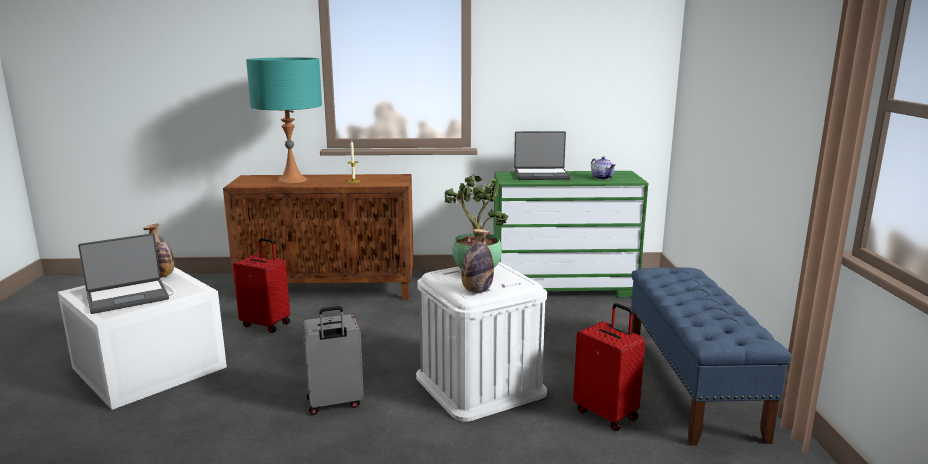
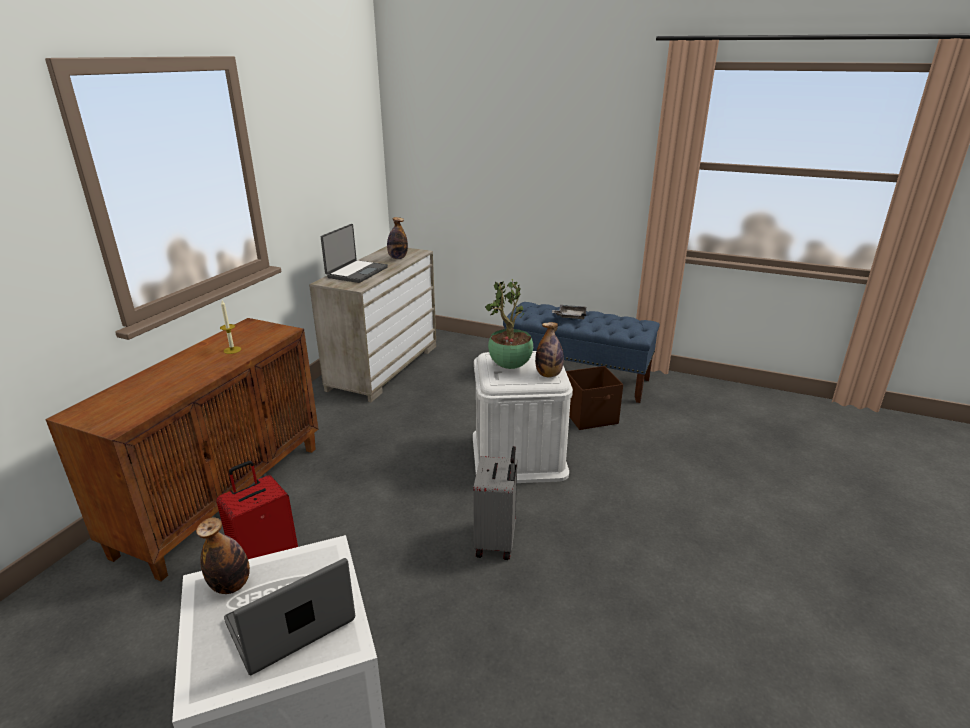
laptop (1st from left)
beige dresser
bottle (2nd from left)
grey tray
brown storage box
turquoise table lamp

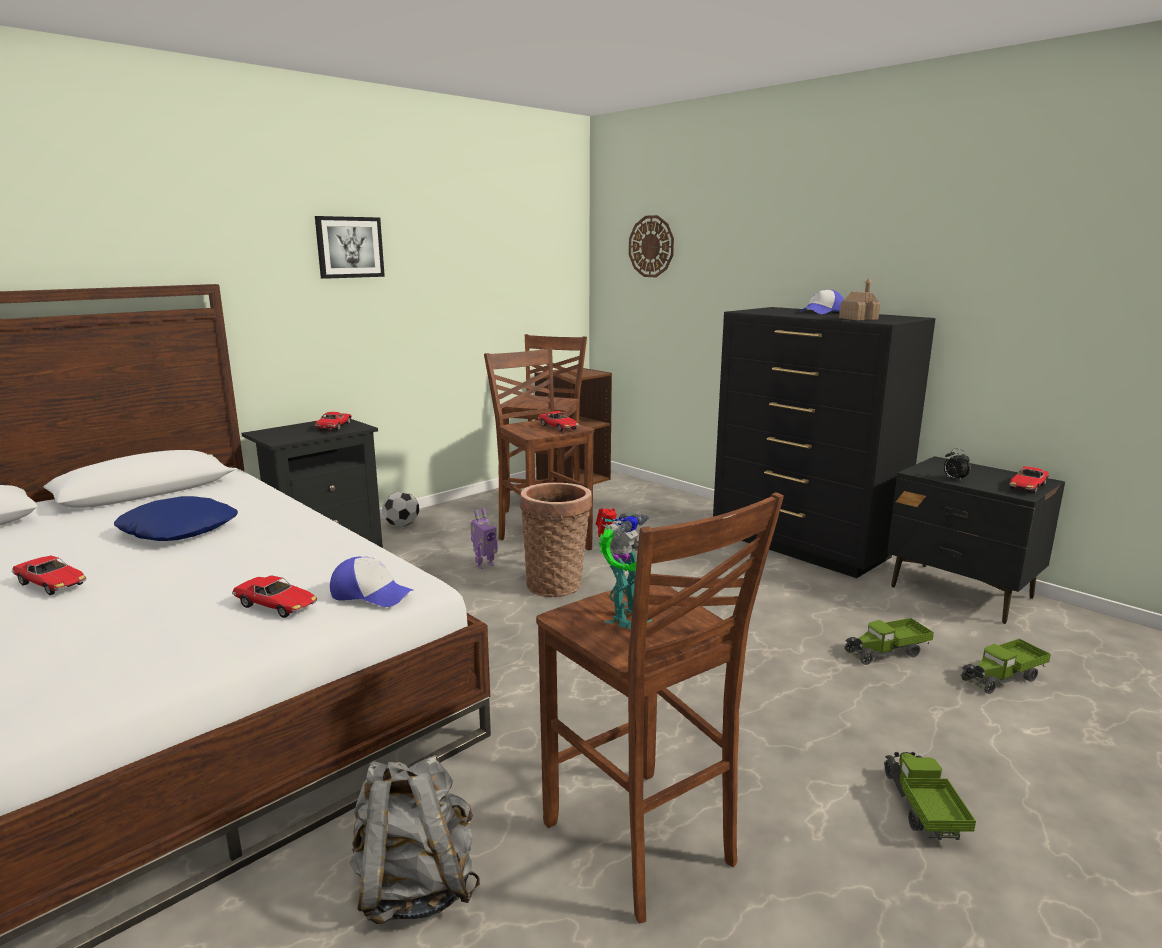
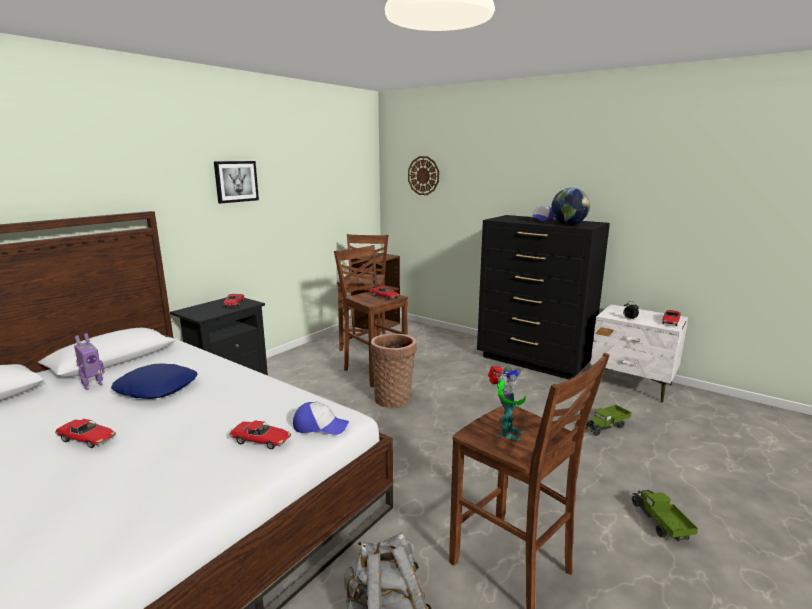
toy robot (1st from left)
globe
white nightstand
football
toy truck (3rd from left in the first image)

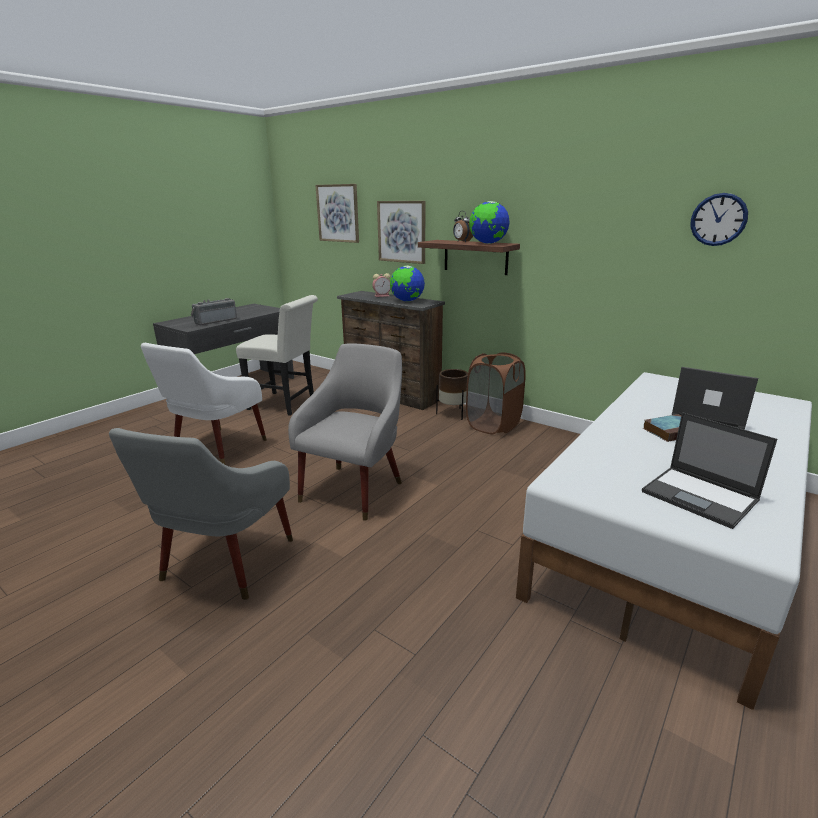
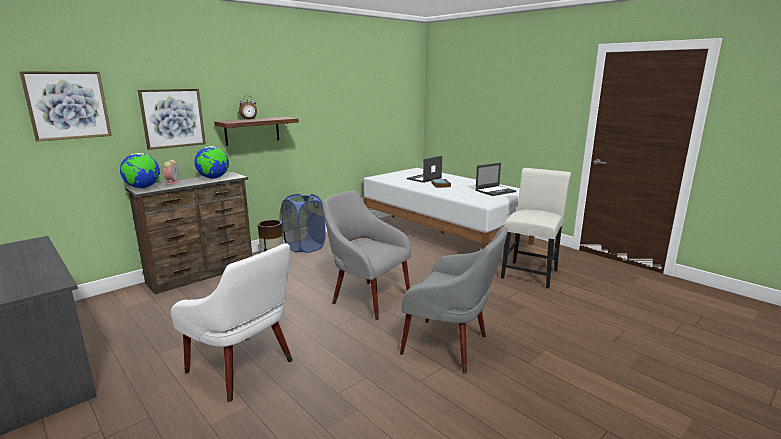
globe (1st from left)
blue laundry basket
white chair
radio
wall clock

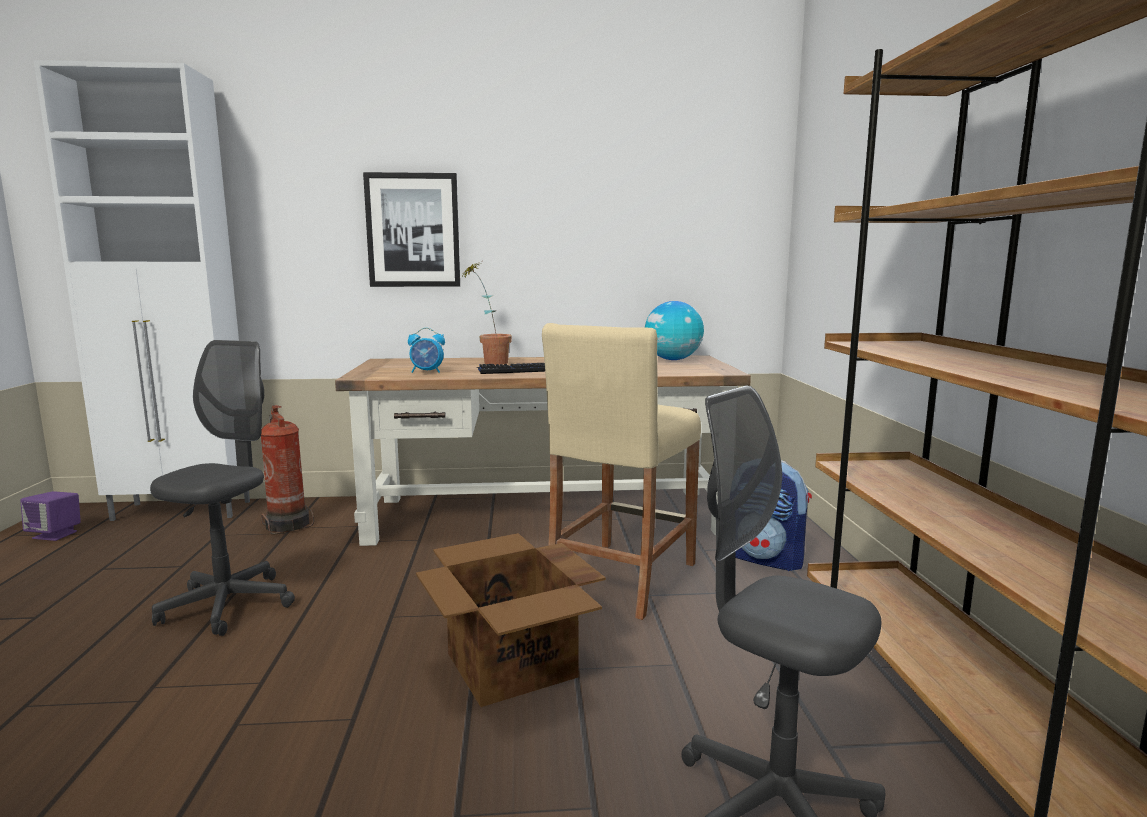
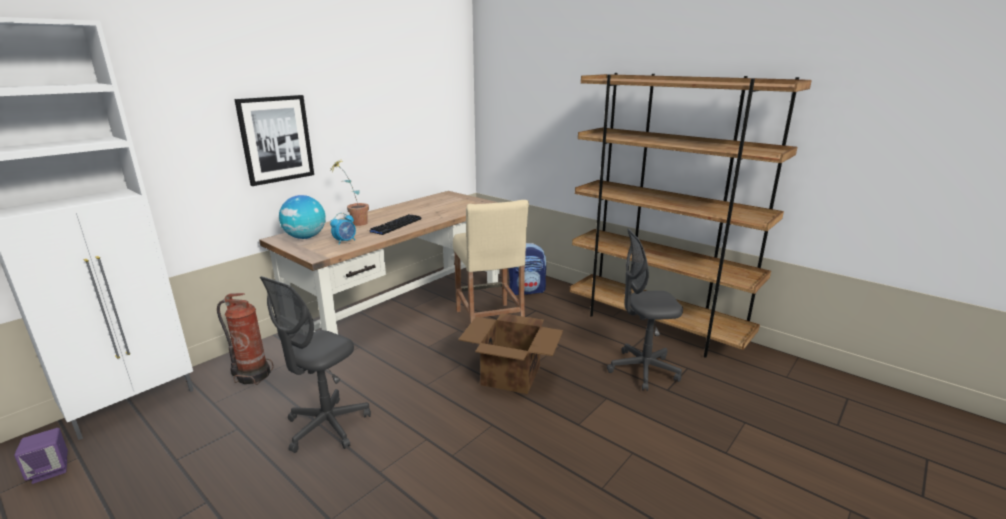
grey office chair (1st from left)
globe

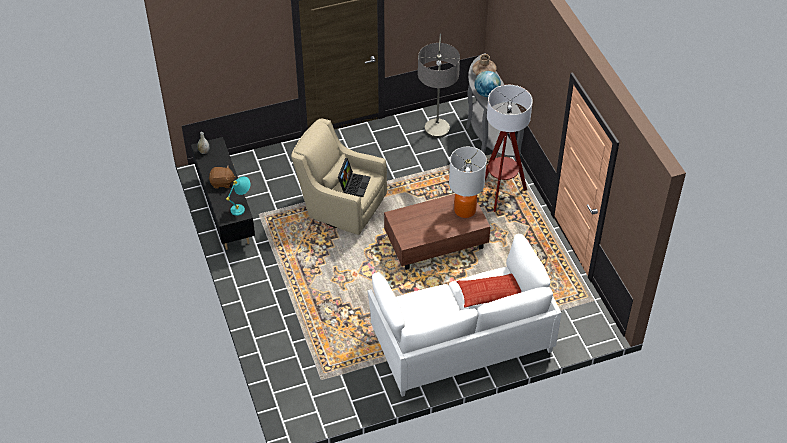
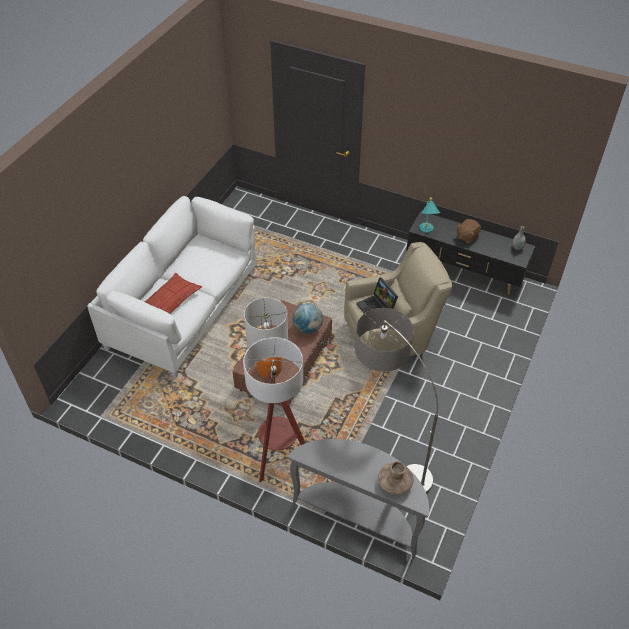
globe

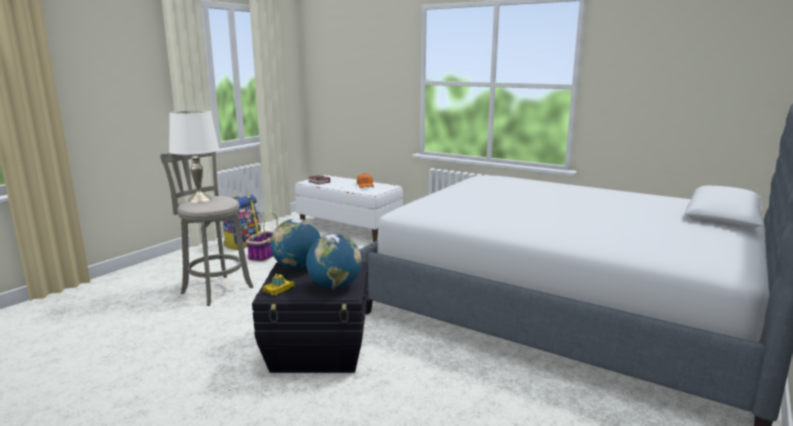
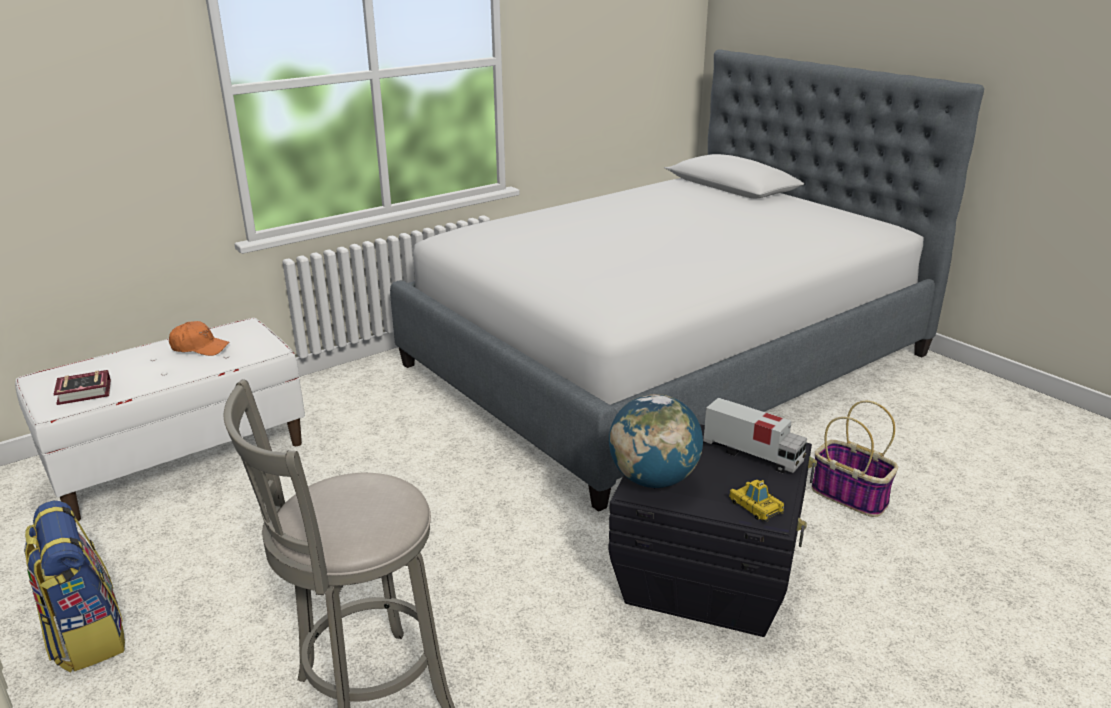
toy truck
basket
white table lamp

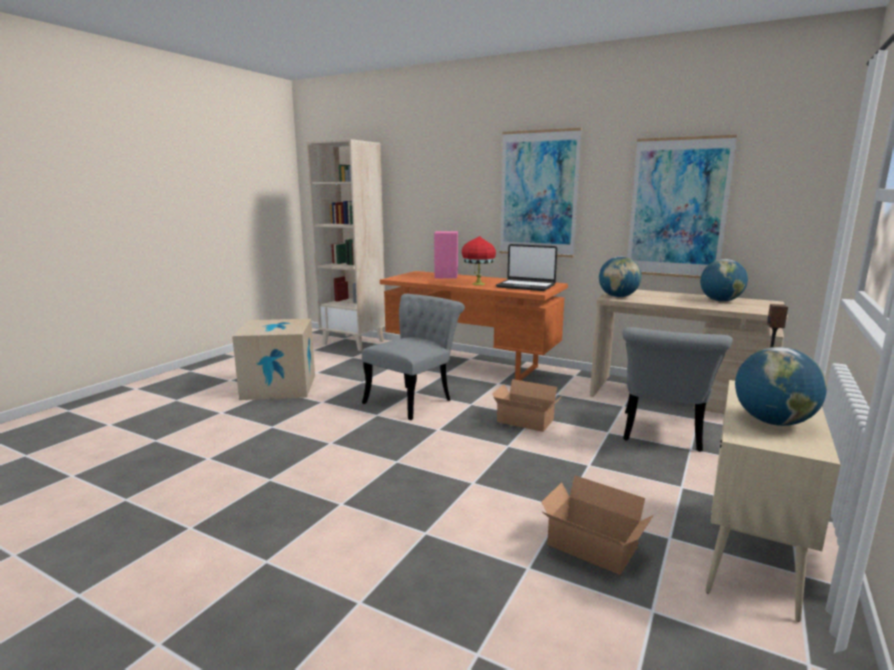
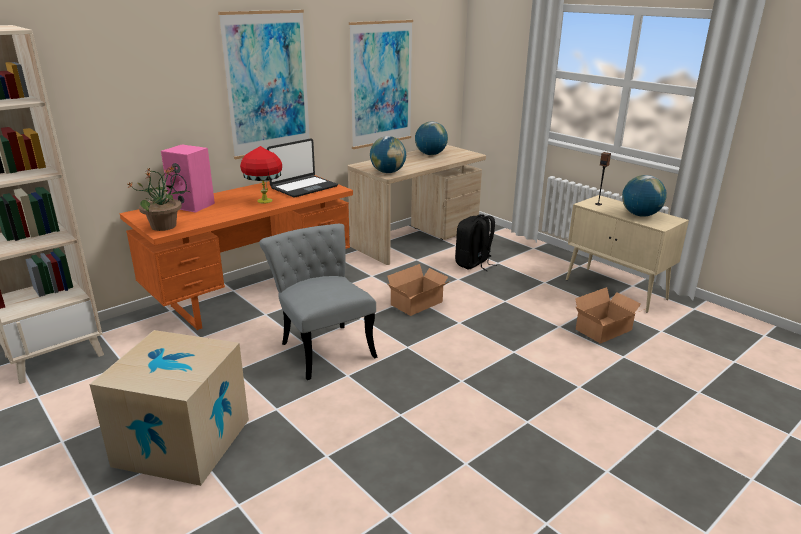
potted plant
black backpack

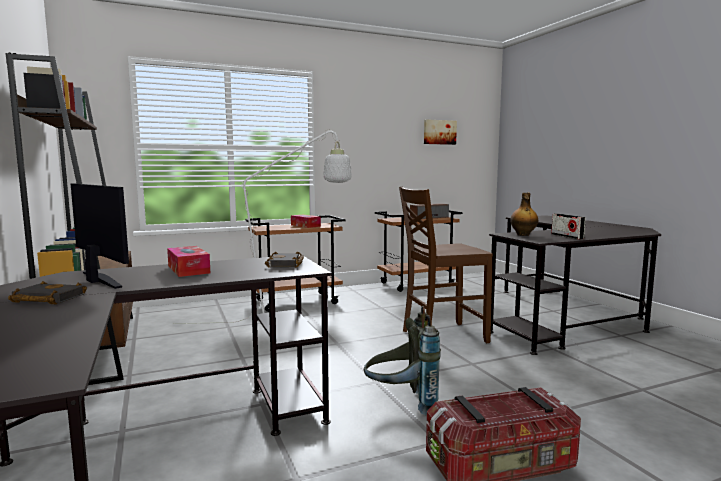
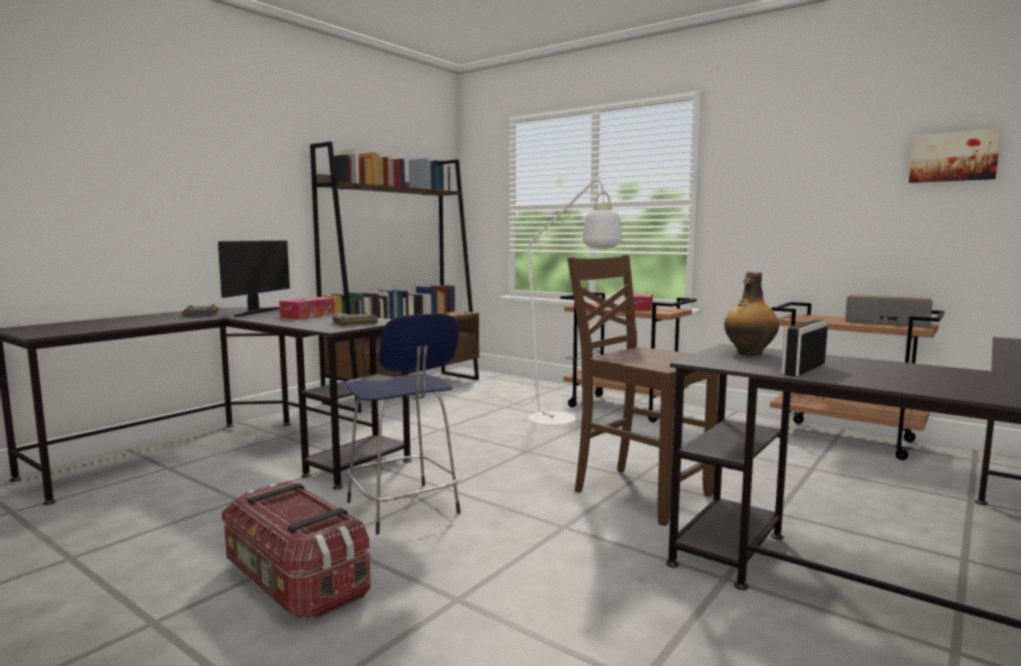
blue stool

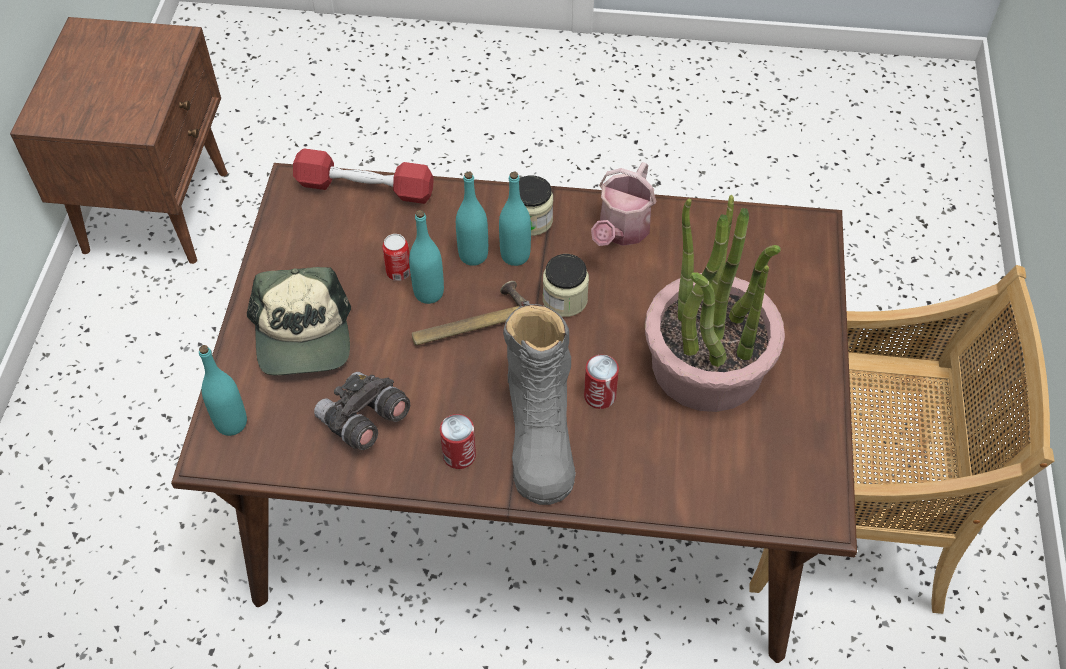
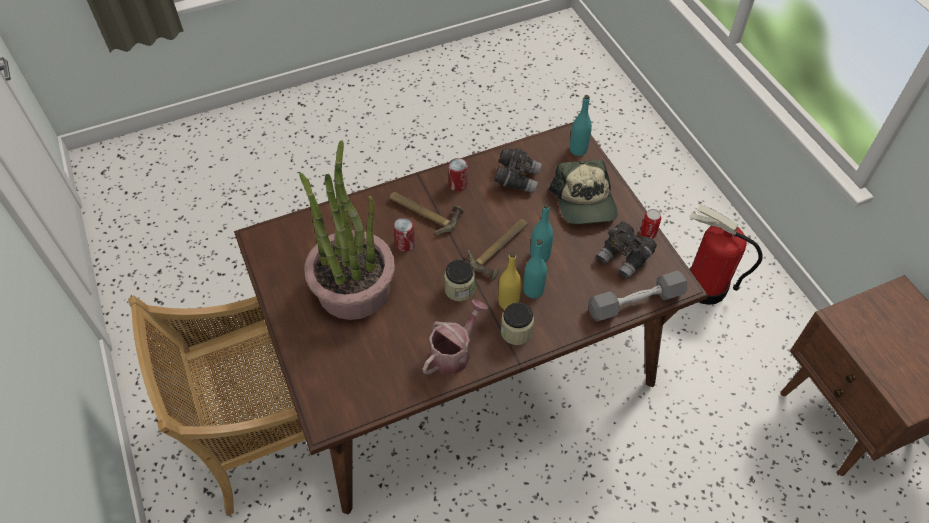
hammer (1st from left)
watering can
yellow bottle
cap
grey dumbbell
grey binoculars (2nd from left)
can (3rd from left)
fire extinguisher

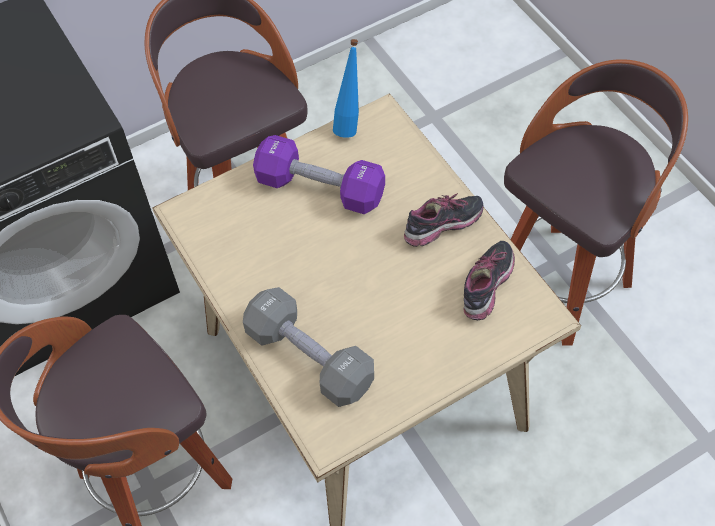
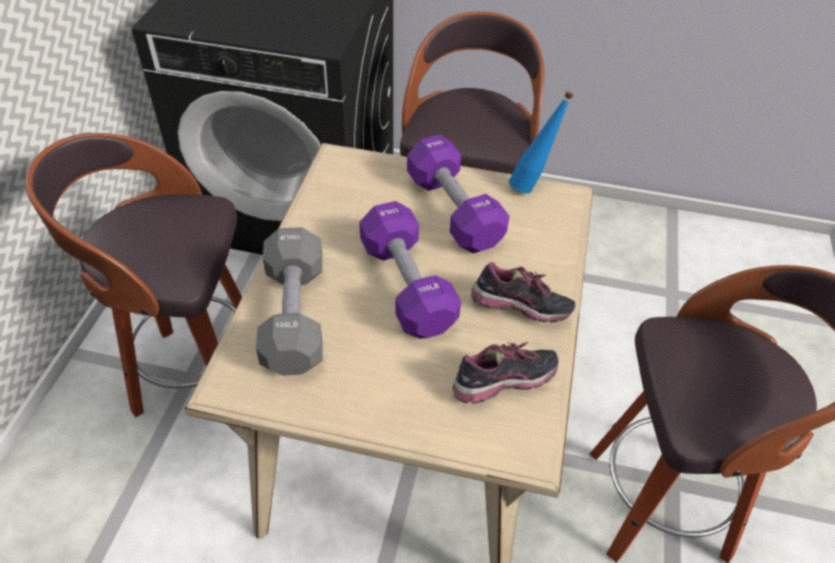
purple dumbbell (1st from left)

